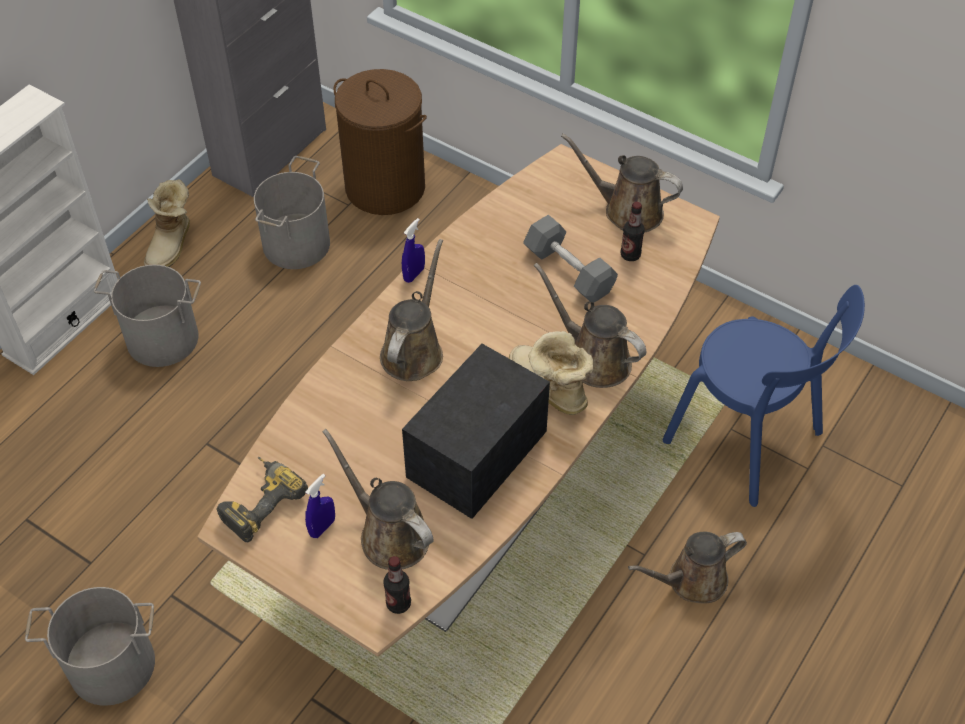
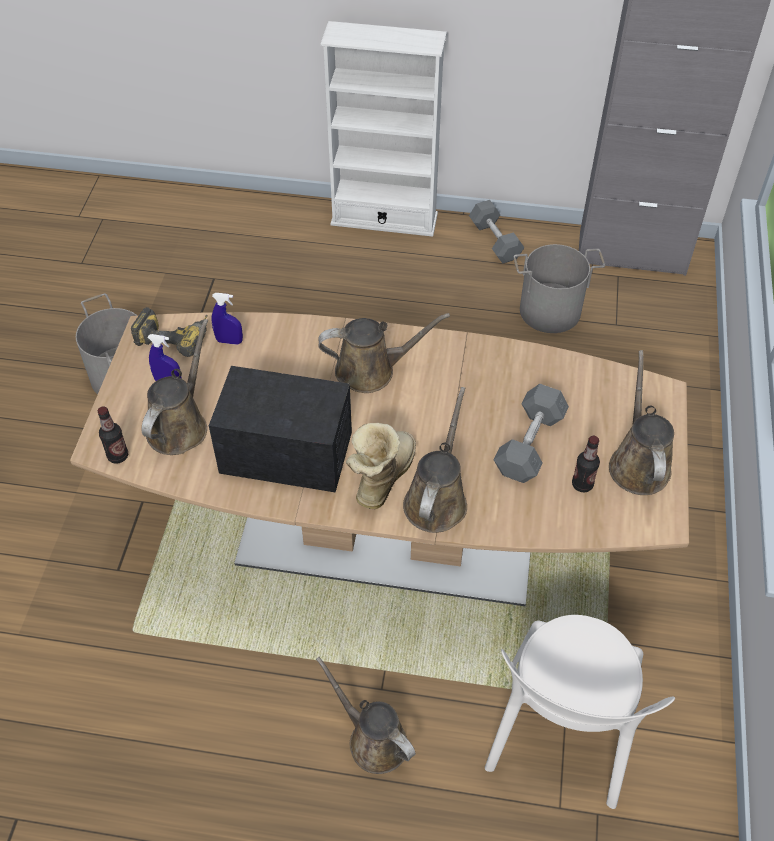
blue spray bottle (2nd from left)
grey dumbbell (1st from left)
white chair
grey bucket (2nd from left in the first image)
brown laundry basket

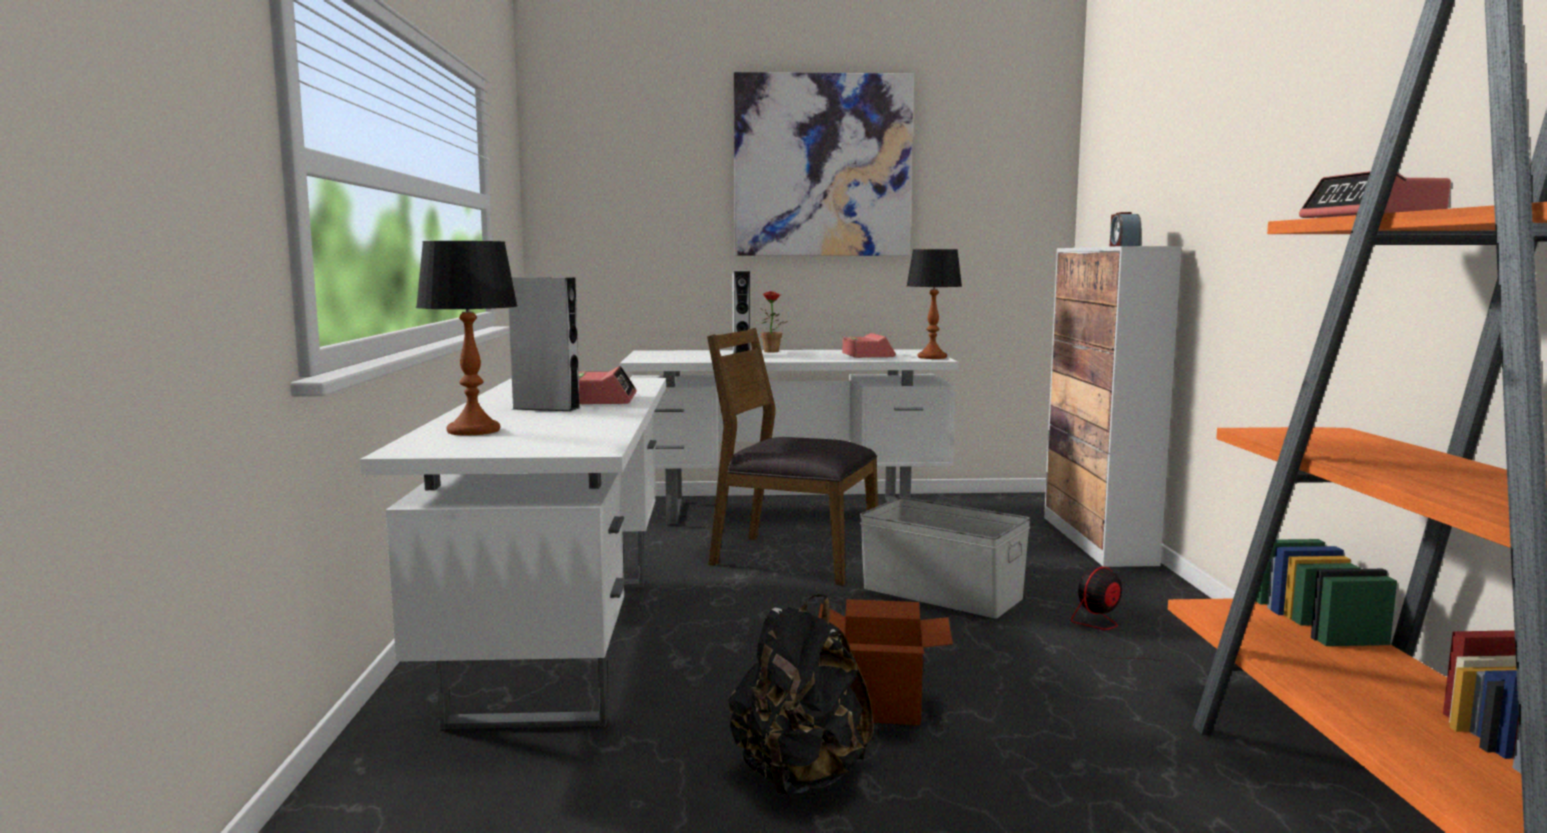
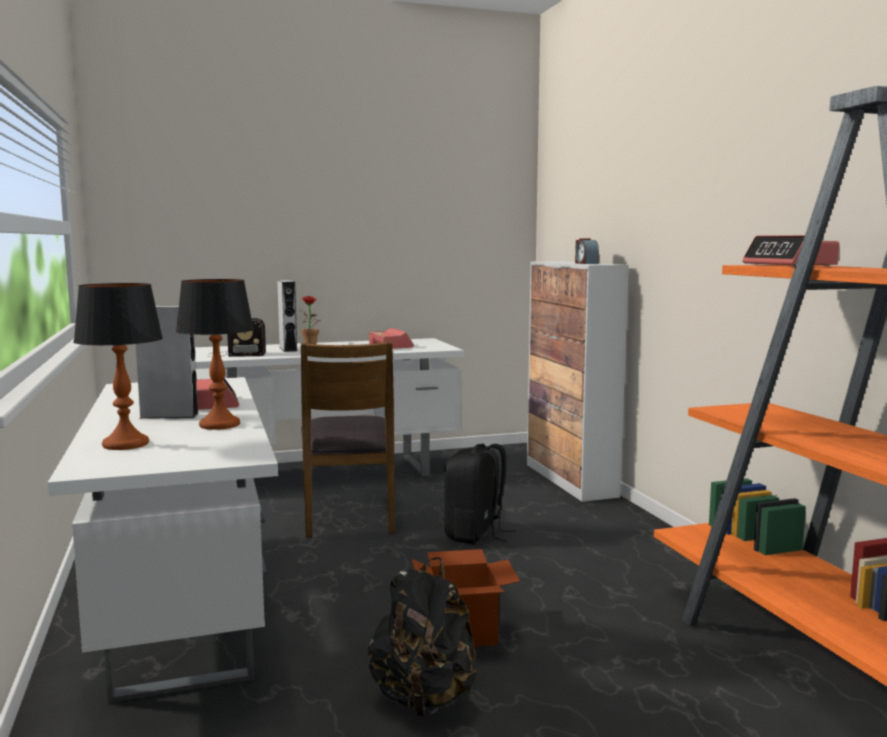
table lamp (2nd from left)
radio
brown chair
black backpack (2nd from left)
picture
fan

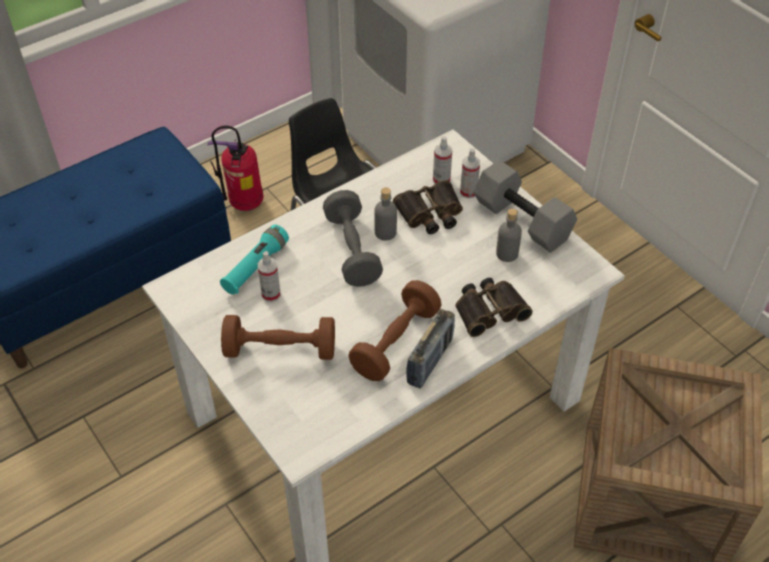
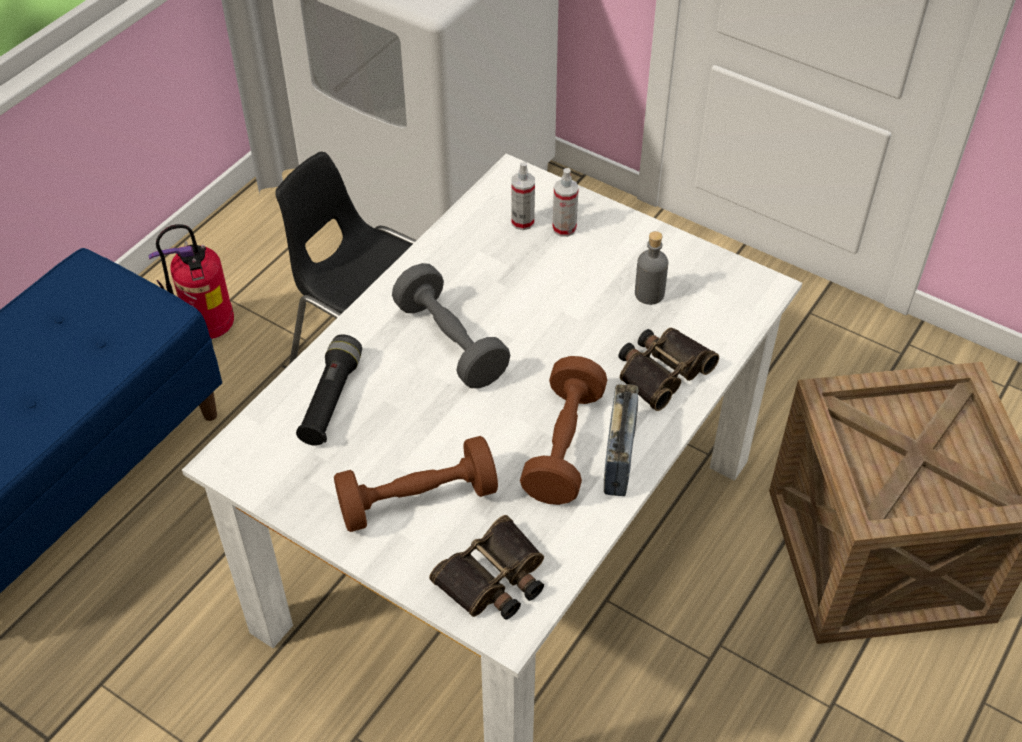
black flashlight
binoculars (1st from left)
spray bottle (1st from left in the first image)
grey bottle (1st from left in the first image)
grey dumbbell (2nd from left in the first image)

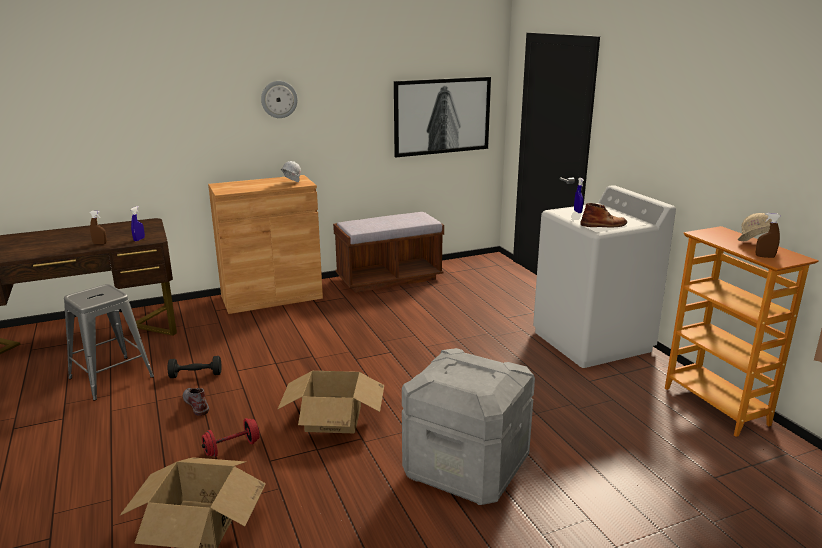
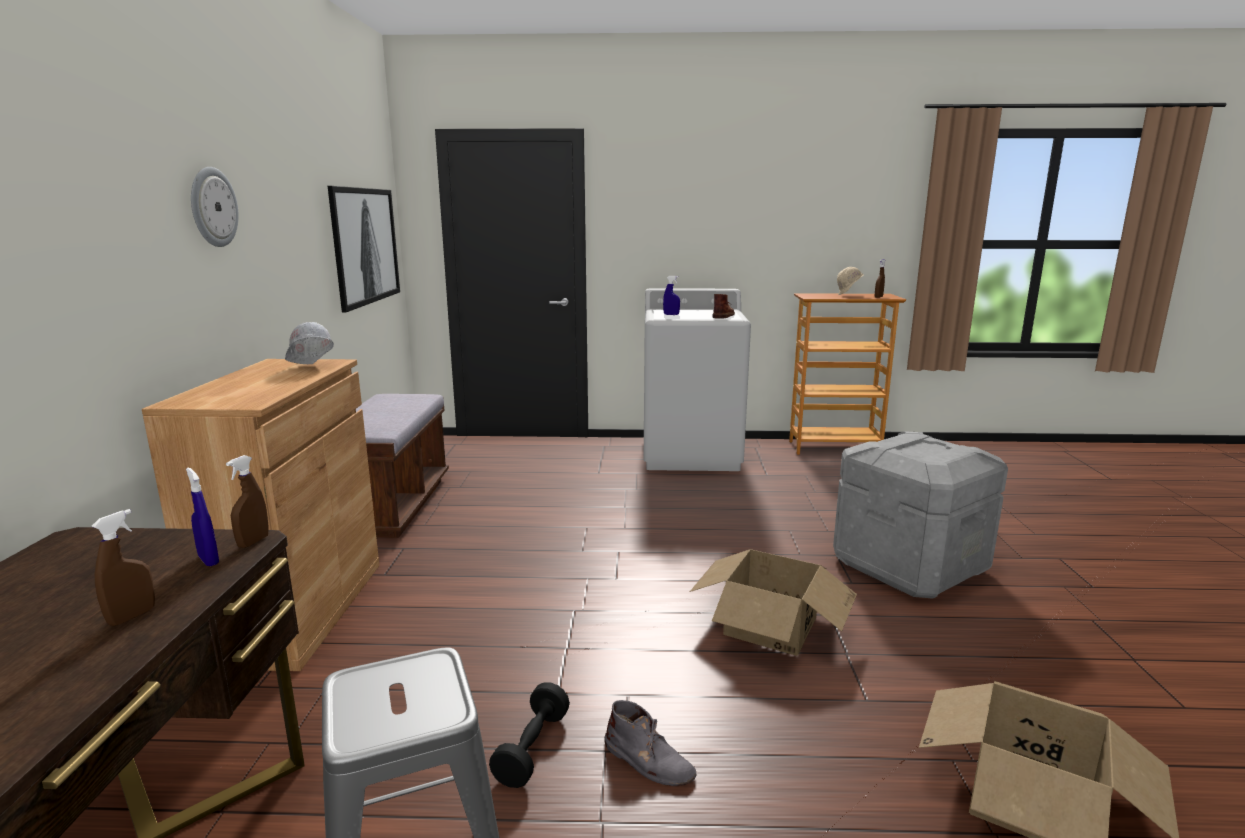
brown spray bottle (2nd from left)
grey boot
red dumbbell

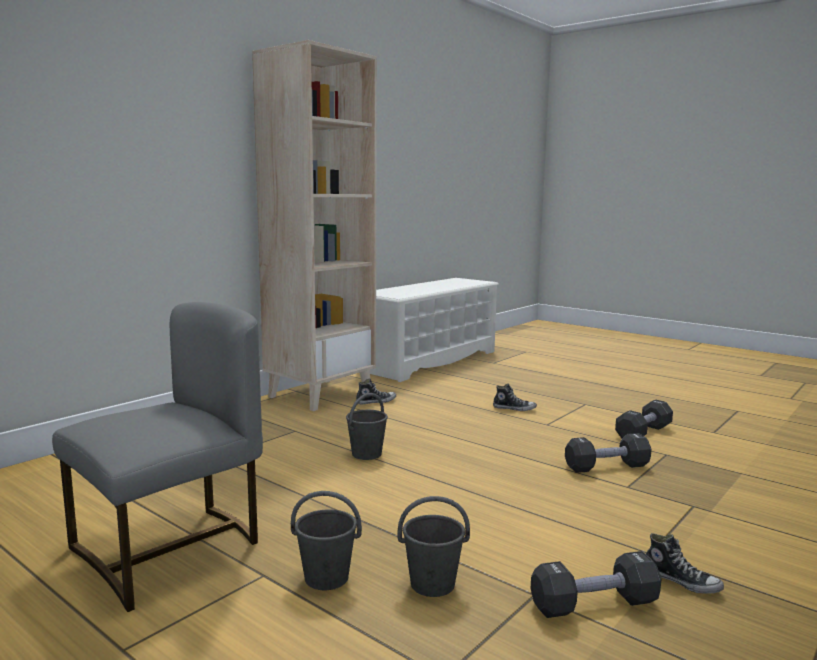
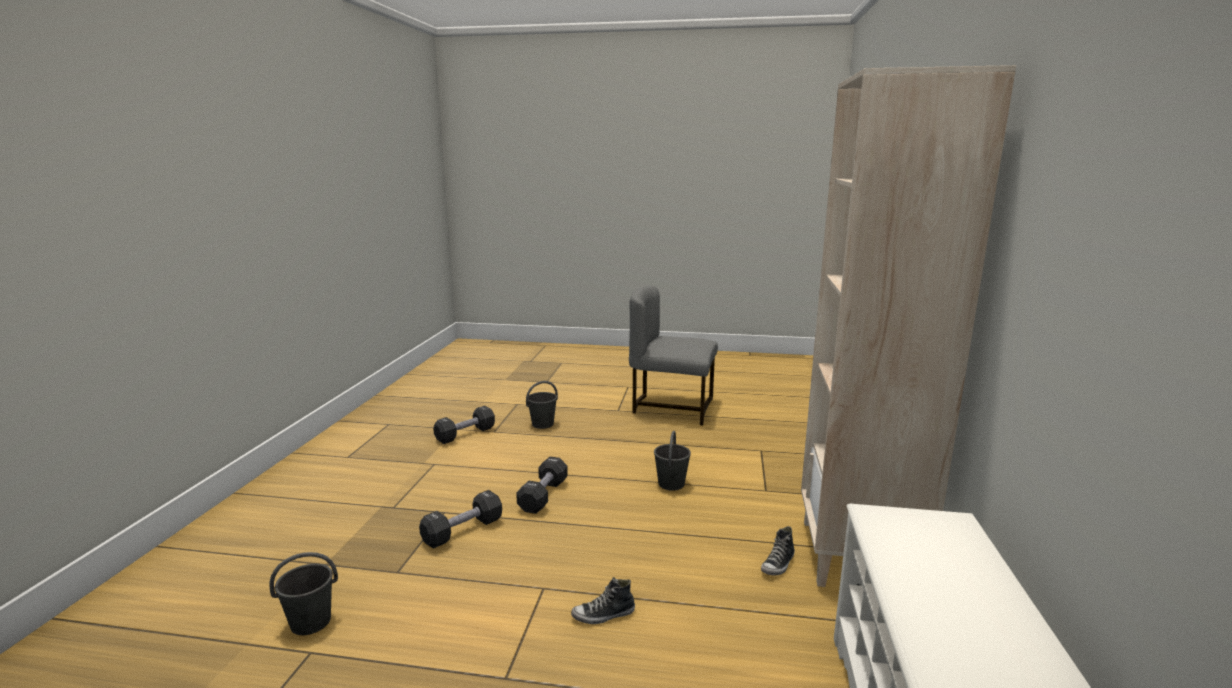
grey bucket (1st from left)
black dumbbell (3rd from left)
grey chair
shoe (3rd from left in the first image)

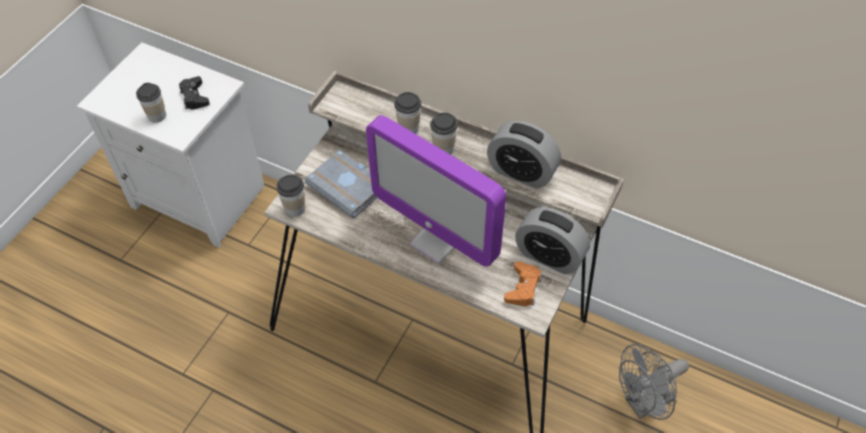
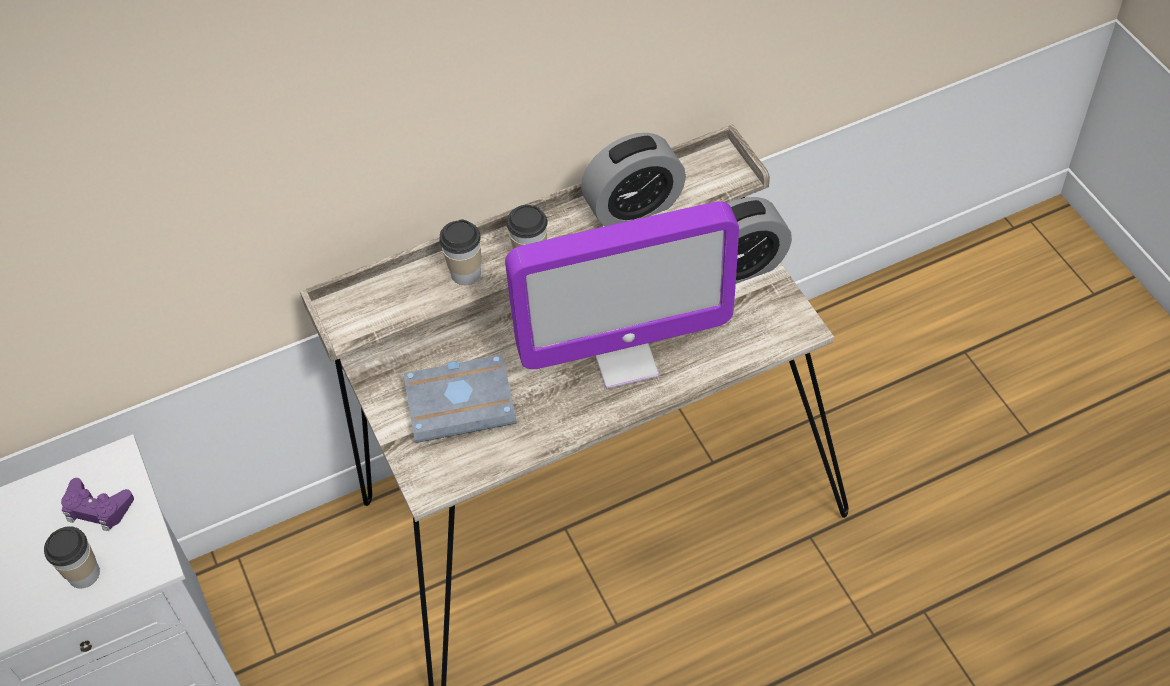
purple game controller
cup (2nd from left in the first image)
orange game controller
grey fan

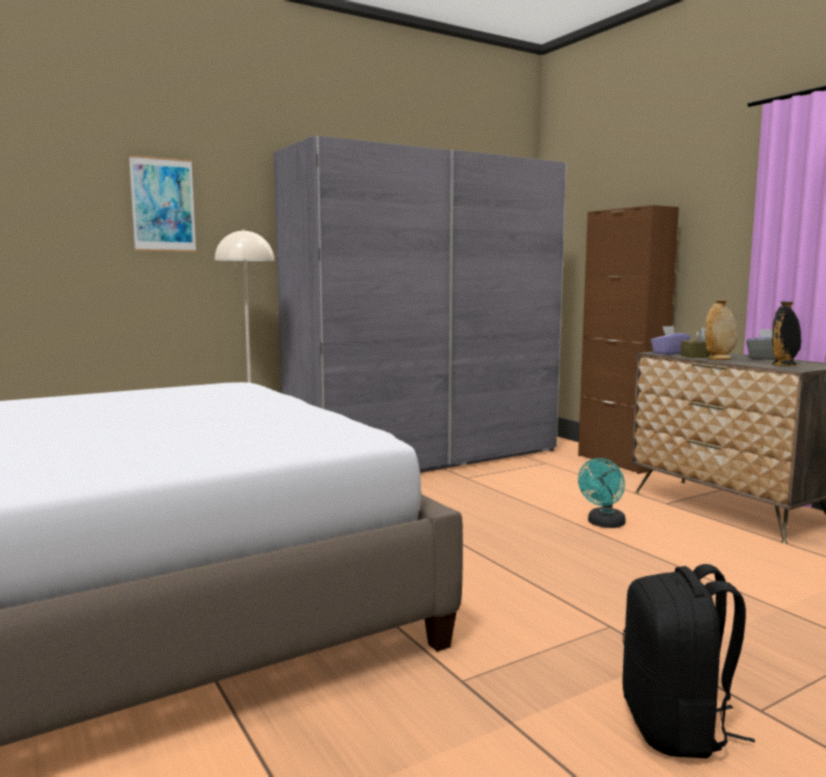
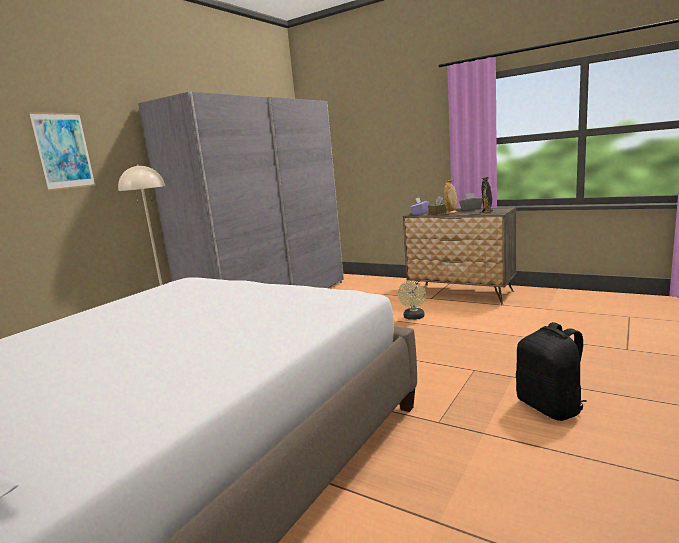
beige fan
brown cabinet

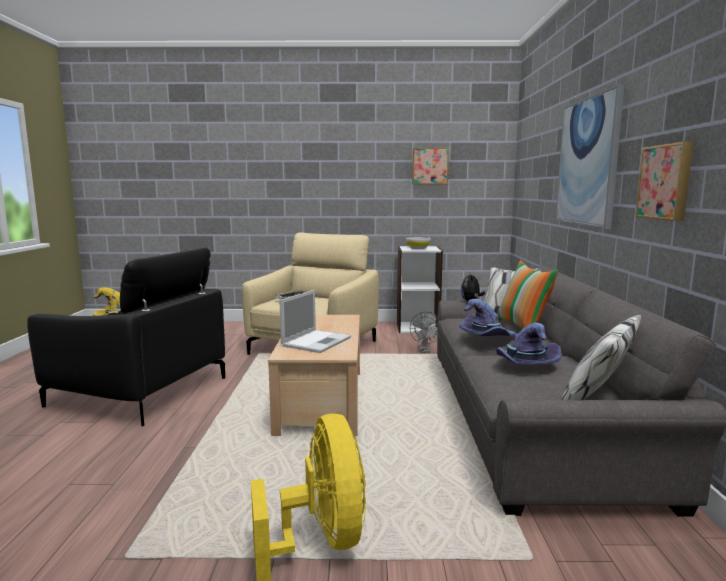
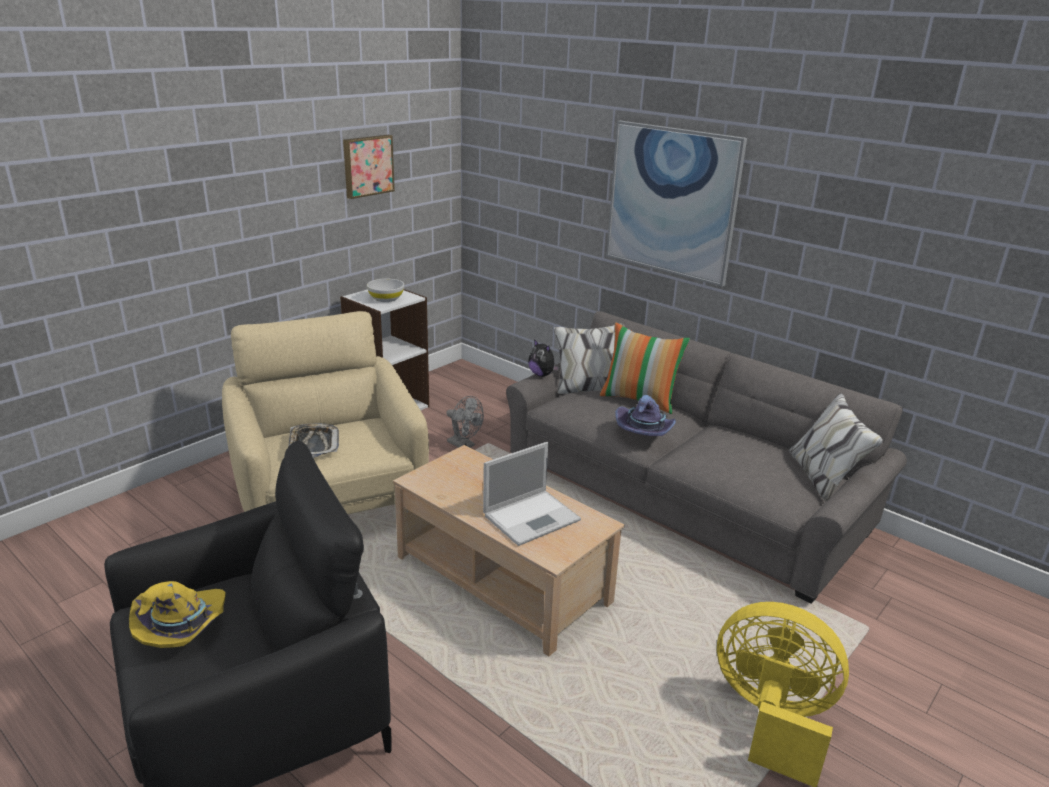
laptop
purple hat (2nd from left in the first image)
picture (3rd from left in the first image)

